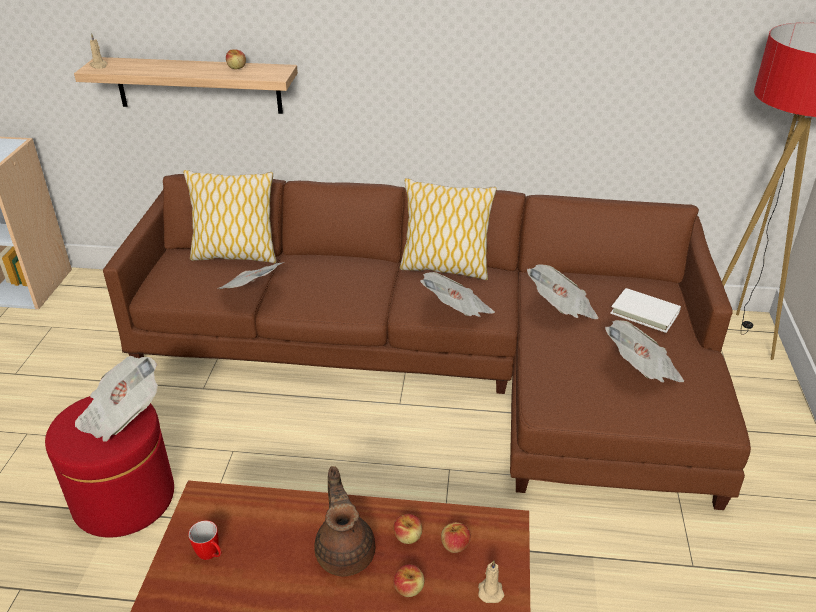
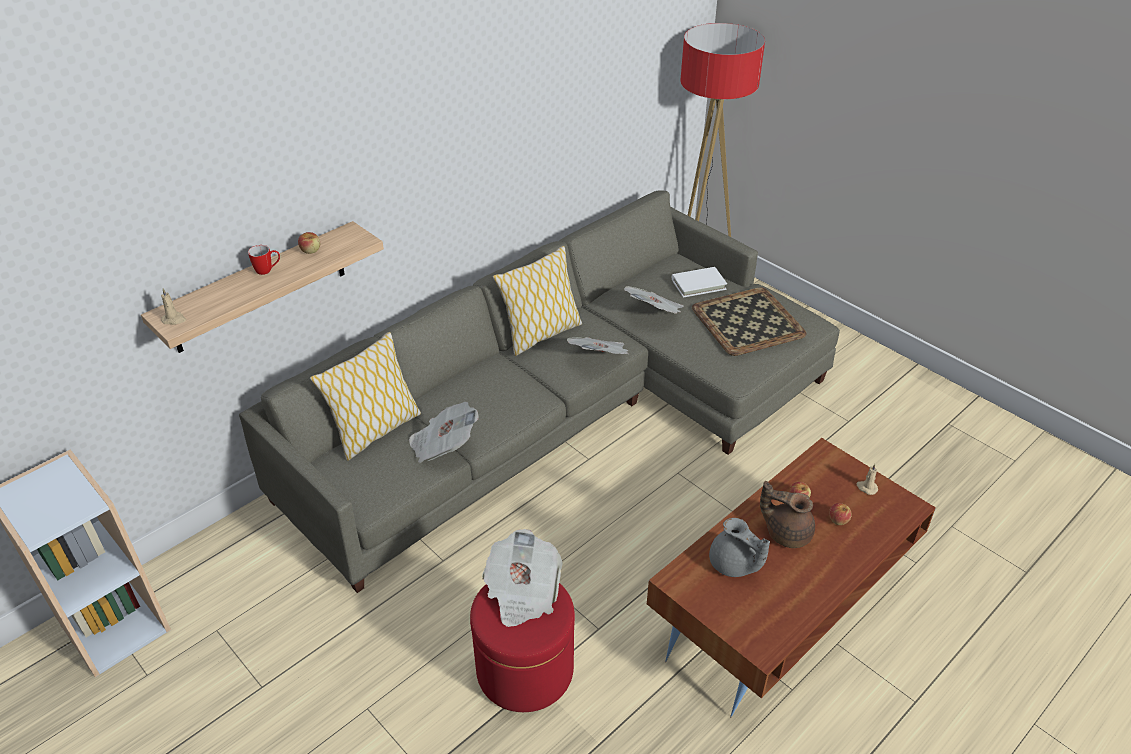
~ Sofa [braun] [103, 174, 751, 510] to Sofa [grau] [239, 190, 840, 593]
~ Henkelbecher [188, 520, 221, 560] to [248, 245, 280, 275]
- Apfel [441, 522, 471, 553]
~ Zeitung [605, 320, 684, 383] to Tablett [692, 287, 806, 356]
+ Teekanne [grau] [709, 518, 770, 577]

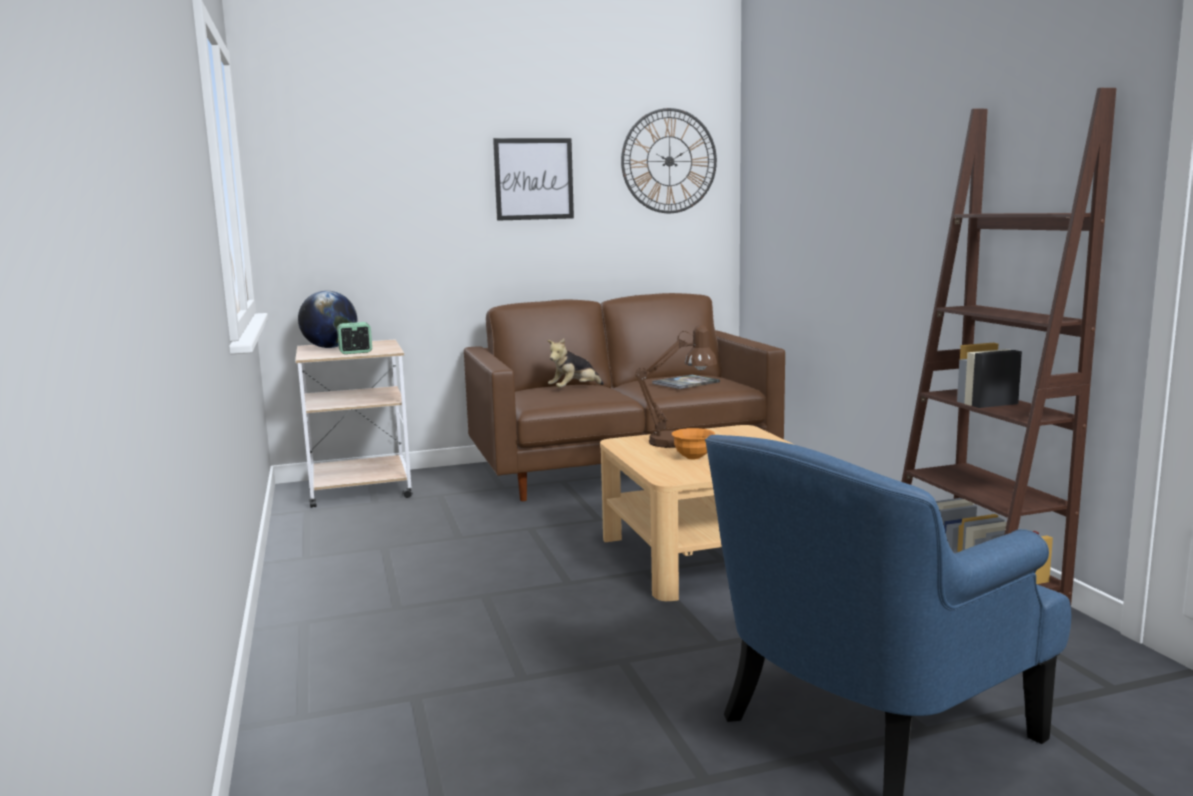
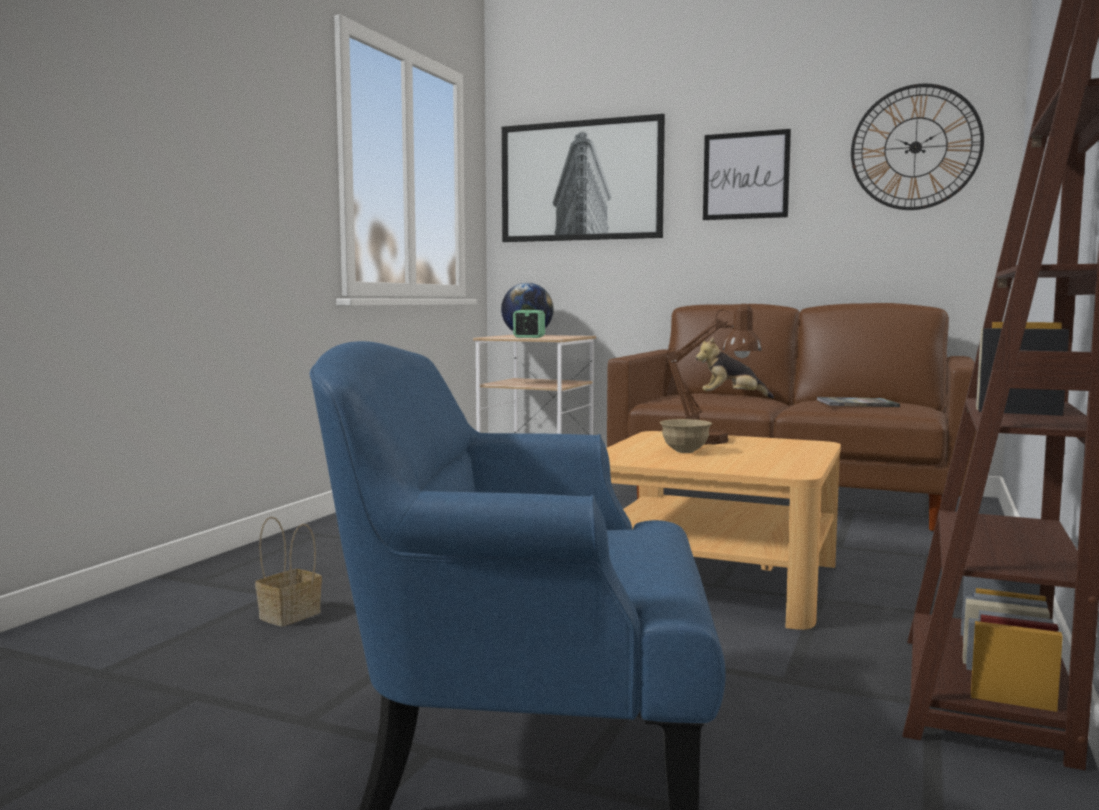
~ Schüssel [orange] [672, 428, 715, 459] to Schüssel [beige] [660, 419, 712, 453]
+ Korb [255, 517, 322, 627]
+ Bild [502, 114, 665, 242]

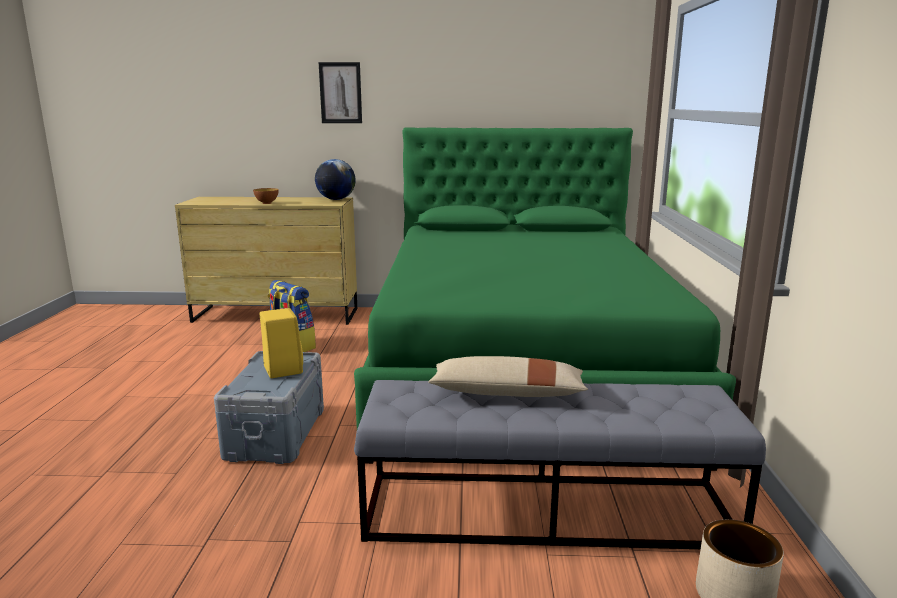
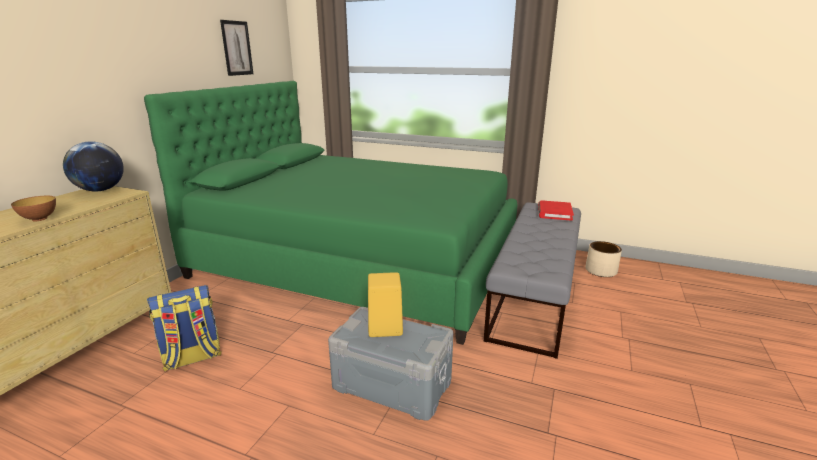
~ Bild [319, 62, 362, 123] to [220, 20, 253, 76]
- Kissen [beige] [428, 356, 588, 397]
+ Buch [rot] [538, 200, 574, 221]

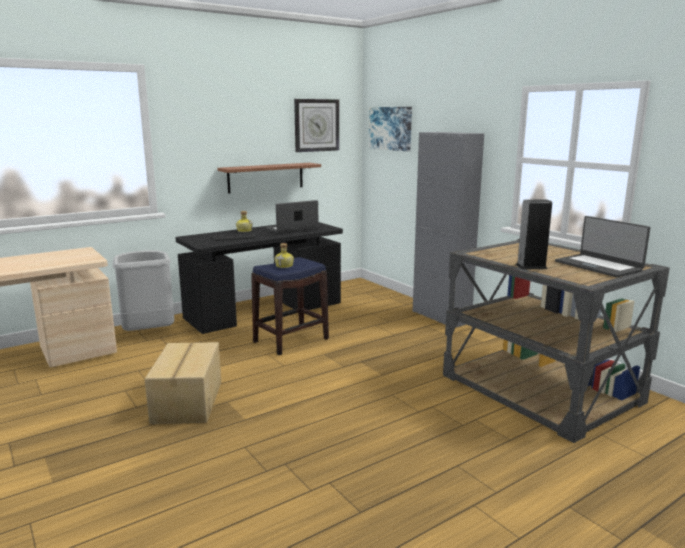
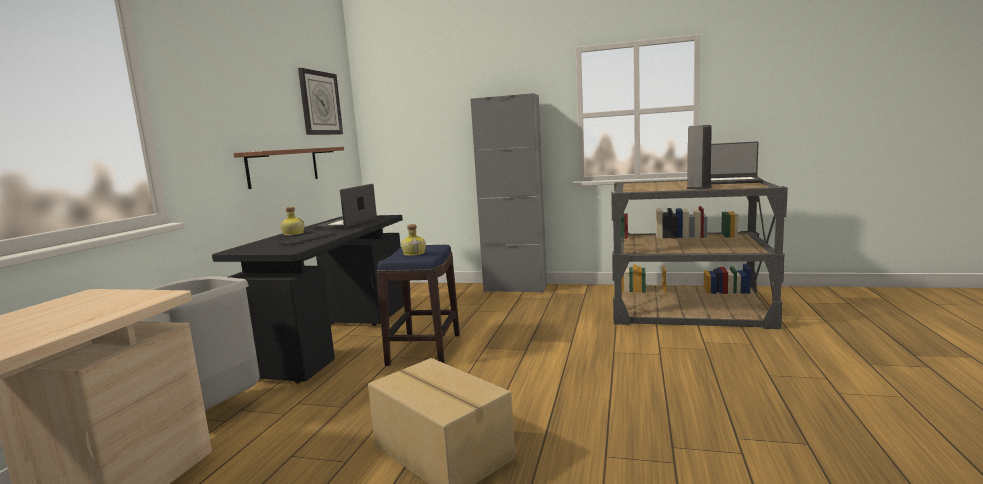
- Bild [369, 107, 412, 151]

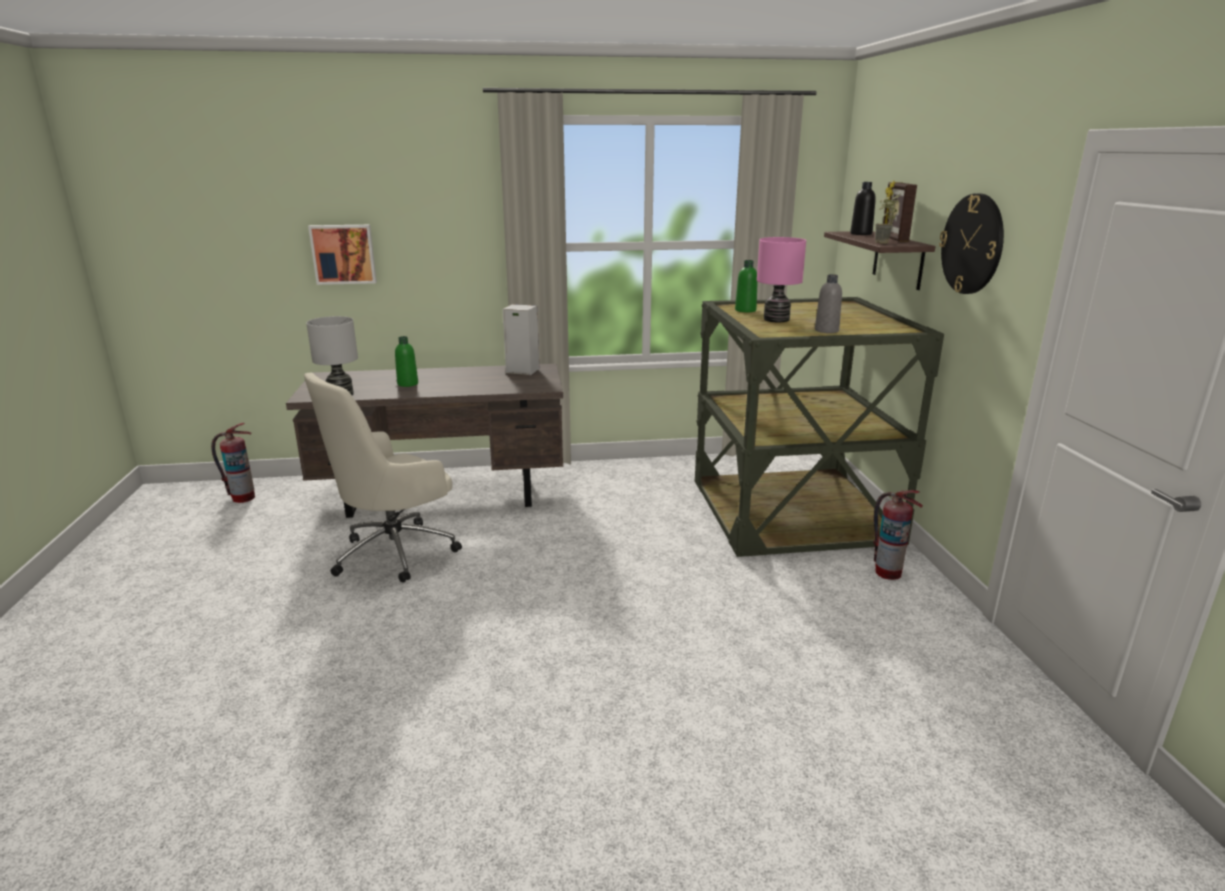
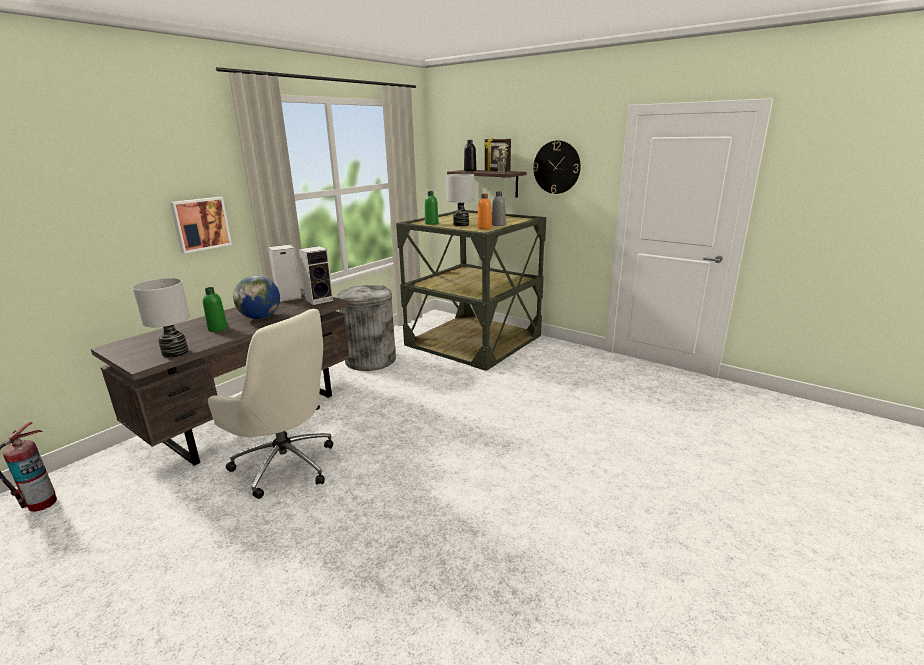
~ Bürostuhl [beige] [304, 373, 462, 583] = [208, 309, 333, 499] 60 degrees counterclockwise
~ Bild [308, 225, 377, 285] to [170, 197, 232, 254]
~ Tischlampe [rosa] [757, 237, 806, 323] to Tischlampe [grau] [446, 174, 474, 226]
- Feuerlöscher [873, 490, 923, 580]
+ Globus [233, 276, 280, 319]
+ Lautsprecher [299, 246, 334, 305]
+ Mülleimer [grau] [337, 285, 396, 371]
+ Flasche [orange] [477, 194, 492, 229]

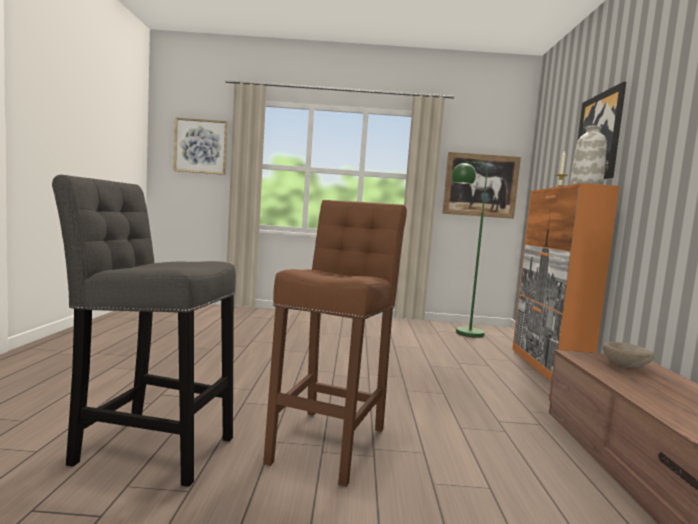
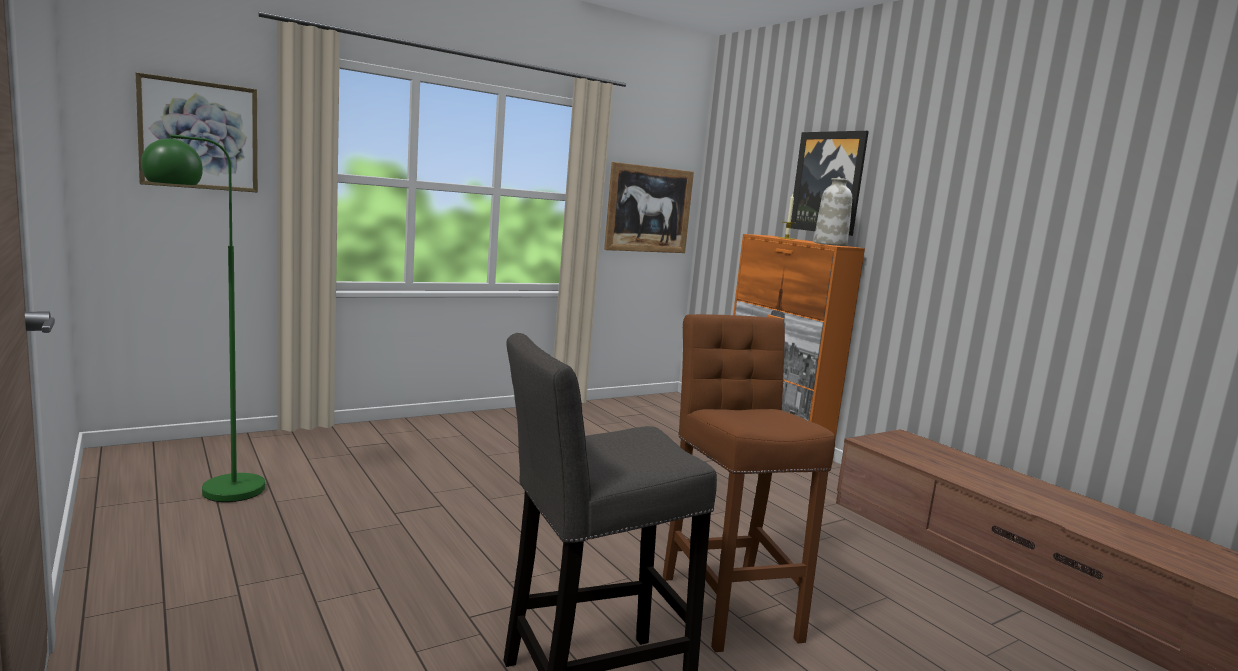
~ Stehlampe [grün] [452, 161, 487, 338] to [141, 134, 265, 502]
- Schüssel [beige] [603, 342, 654, 368]

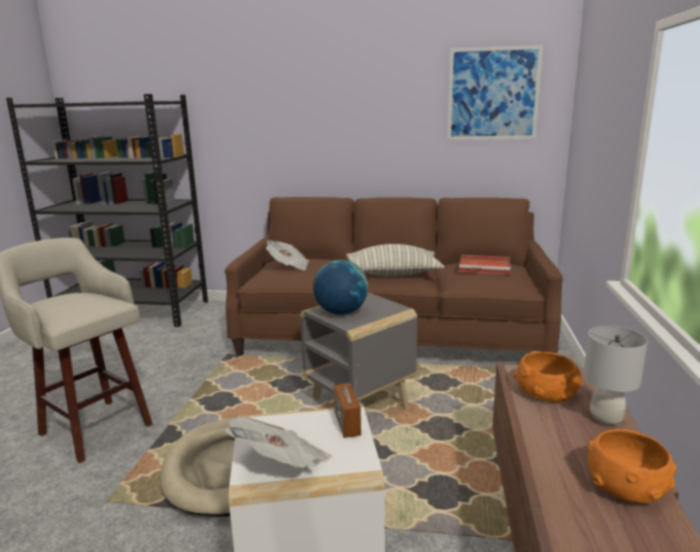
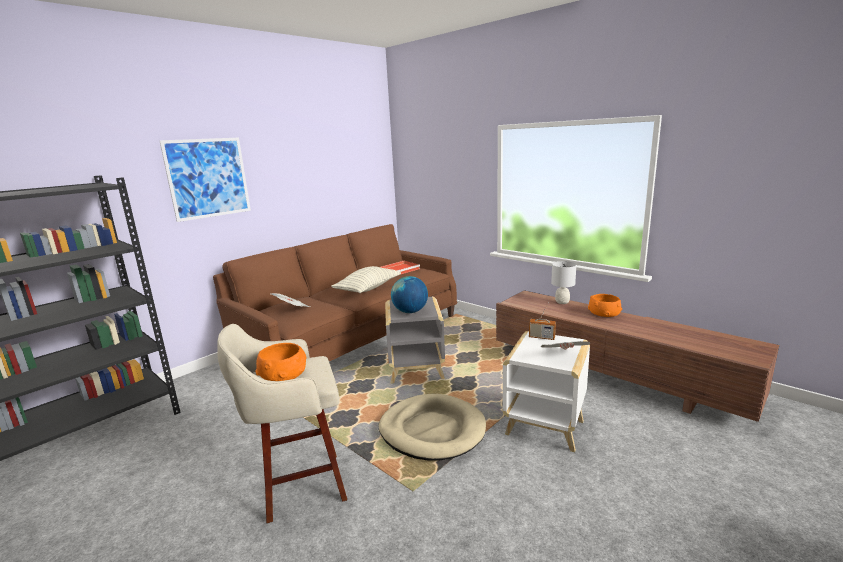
~ Bild [447, 45, 543, 140] to [159, 138, 251, 222]
~ Schüssel [orange] [514, 352, 583, 403] to [255, 343, 307, 381]

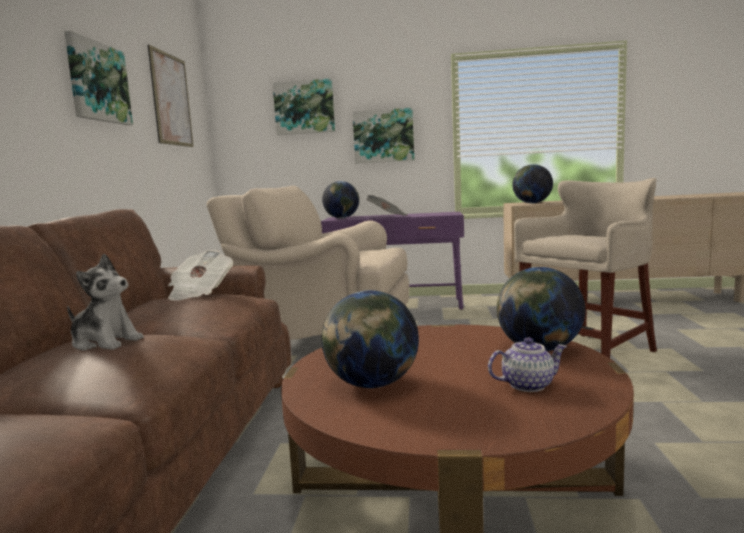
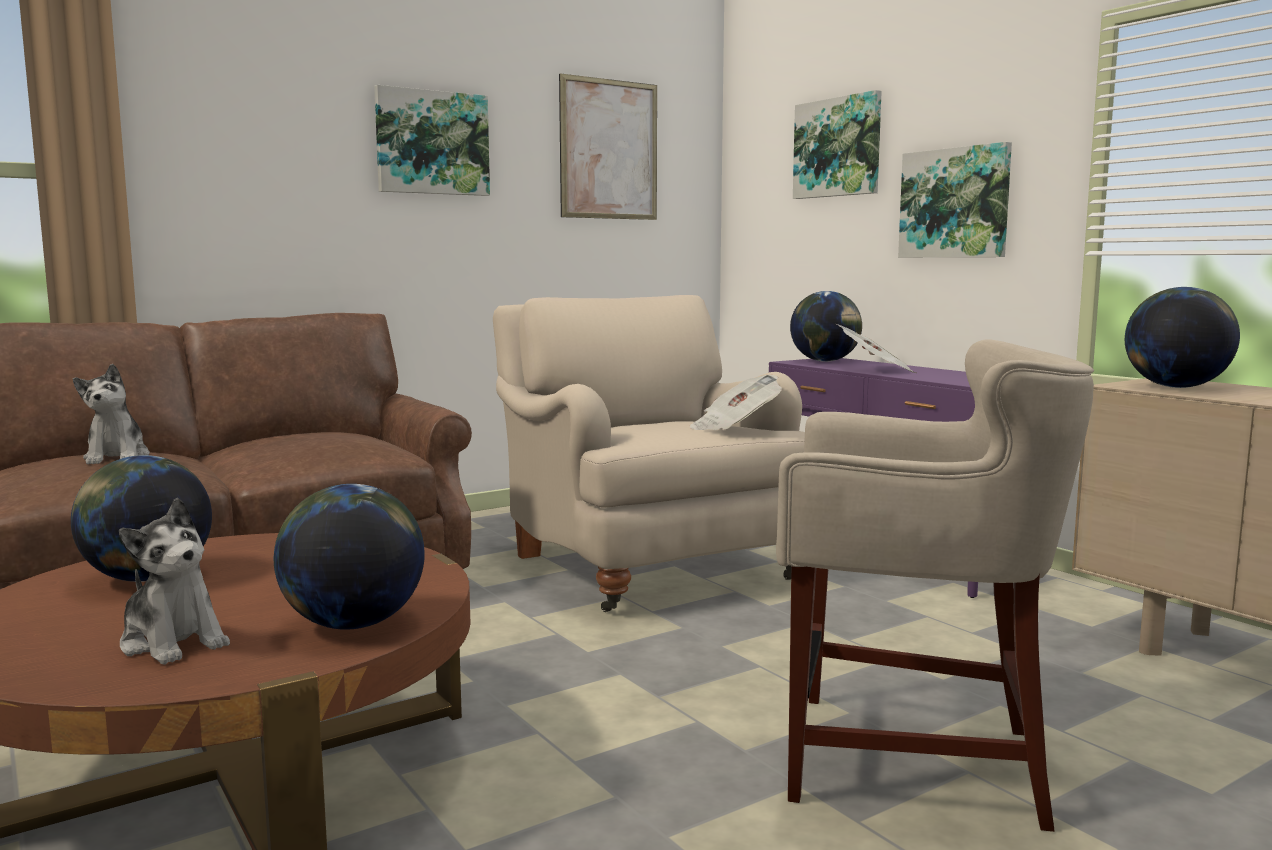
~ Zeitung [168, 250, 233, 301] to [690, 374, 782, 430]
~ Teekanne [488, 337, 567, 392] to Plüschtier [119, 498, 230, 665]

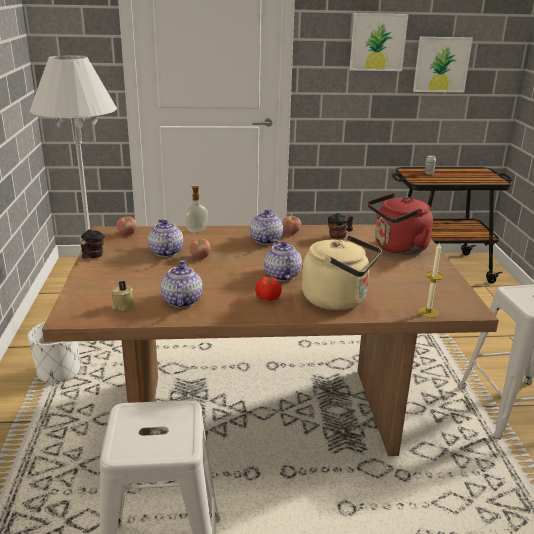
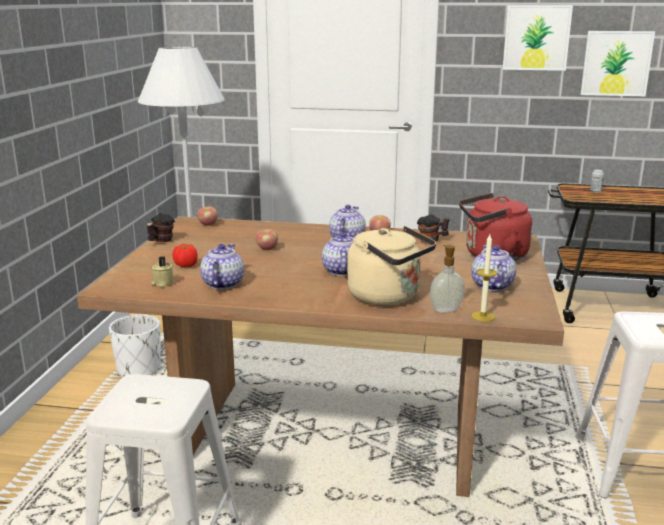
~ Teekanne [148, 219, 183, 257] to [471, 245, 516, 291]
~ Seifenspender [185, 186, 208, 233] to [430, 245, 465, 313]
~ Tomate [255, 277, 282, 301] to [173, 244, 198, 268]

